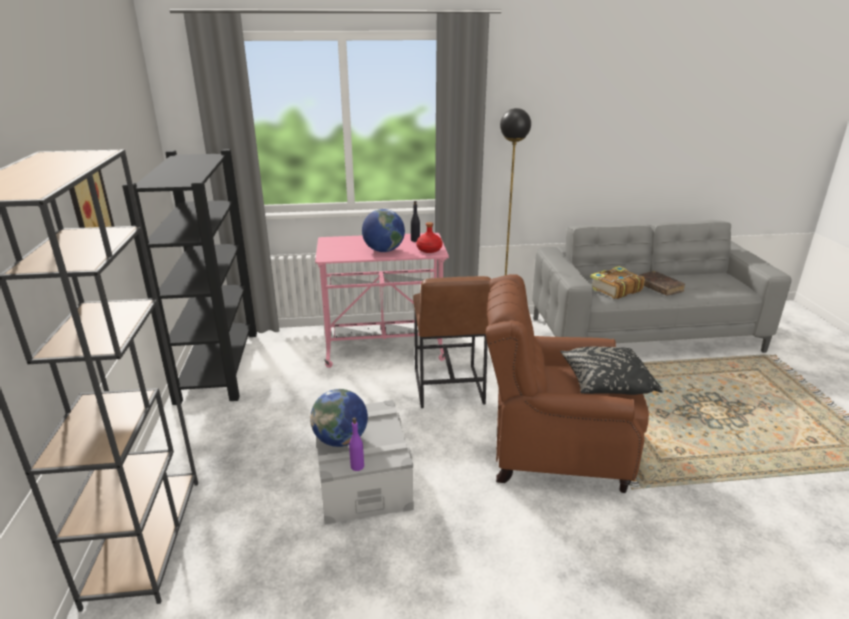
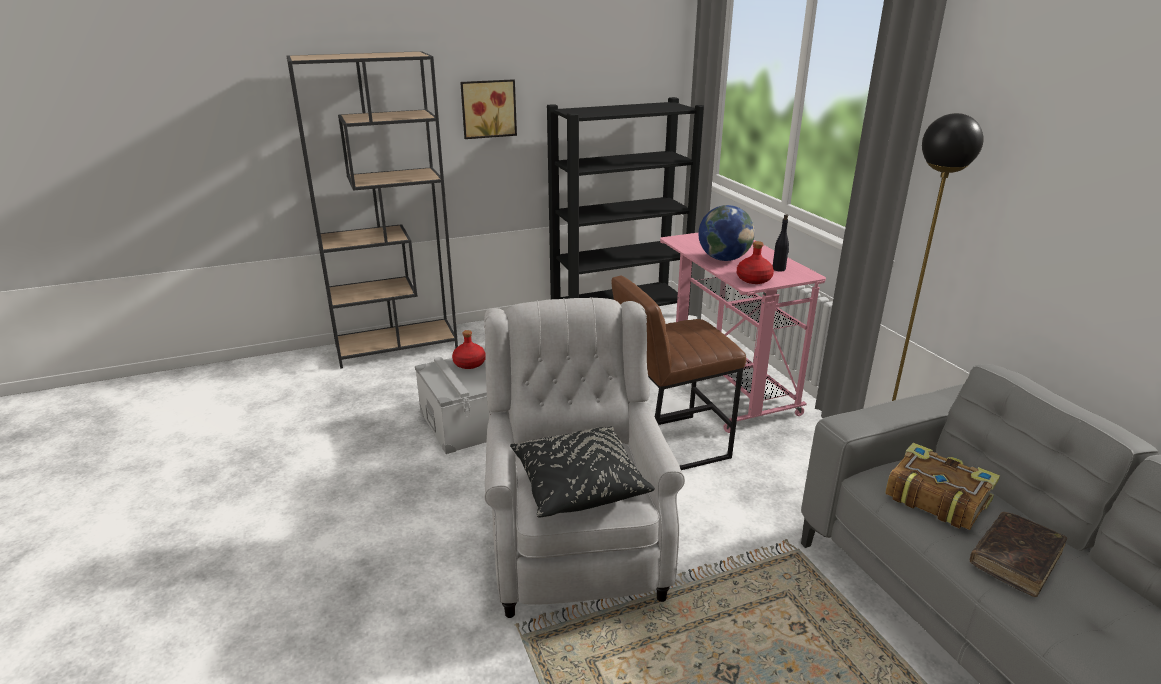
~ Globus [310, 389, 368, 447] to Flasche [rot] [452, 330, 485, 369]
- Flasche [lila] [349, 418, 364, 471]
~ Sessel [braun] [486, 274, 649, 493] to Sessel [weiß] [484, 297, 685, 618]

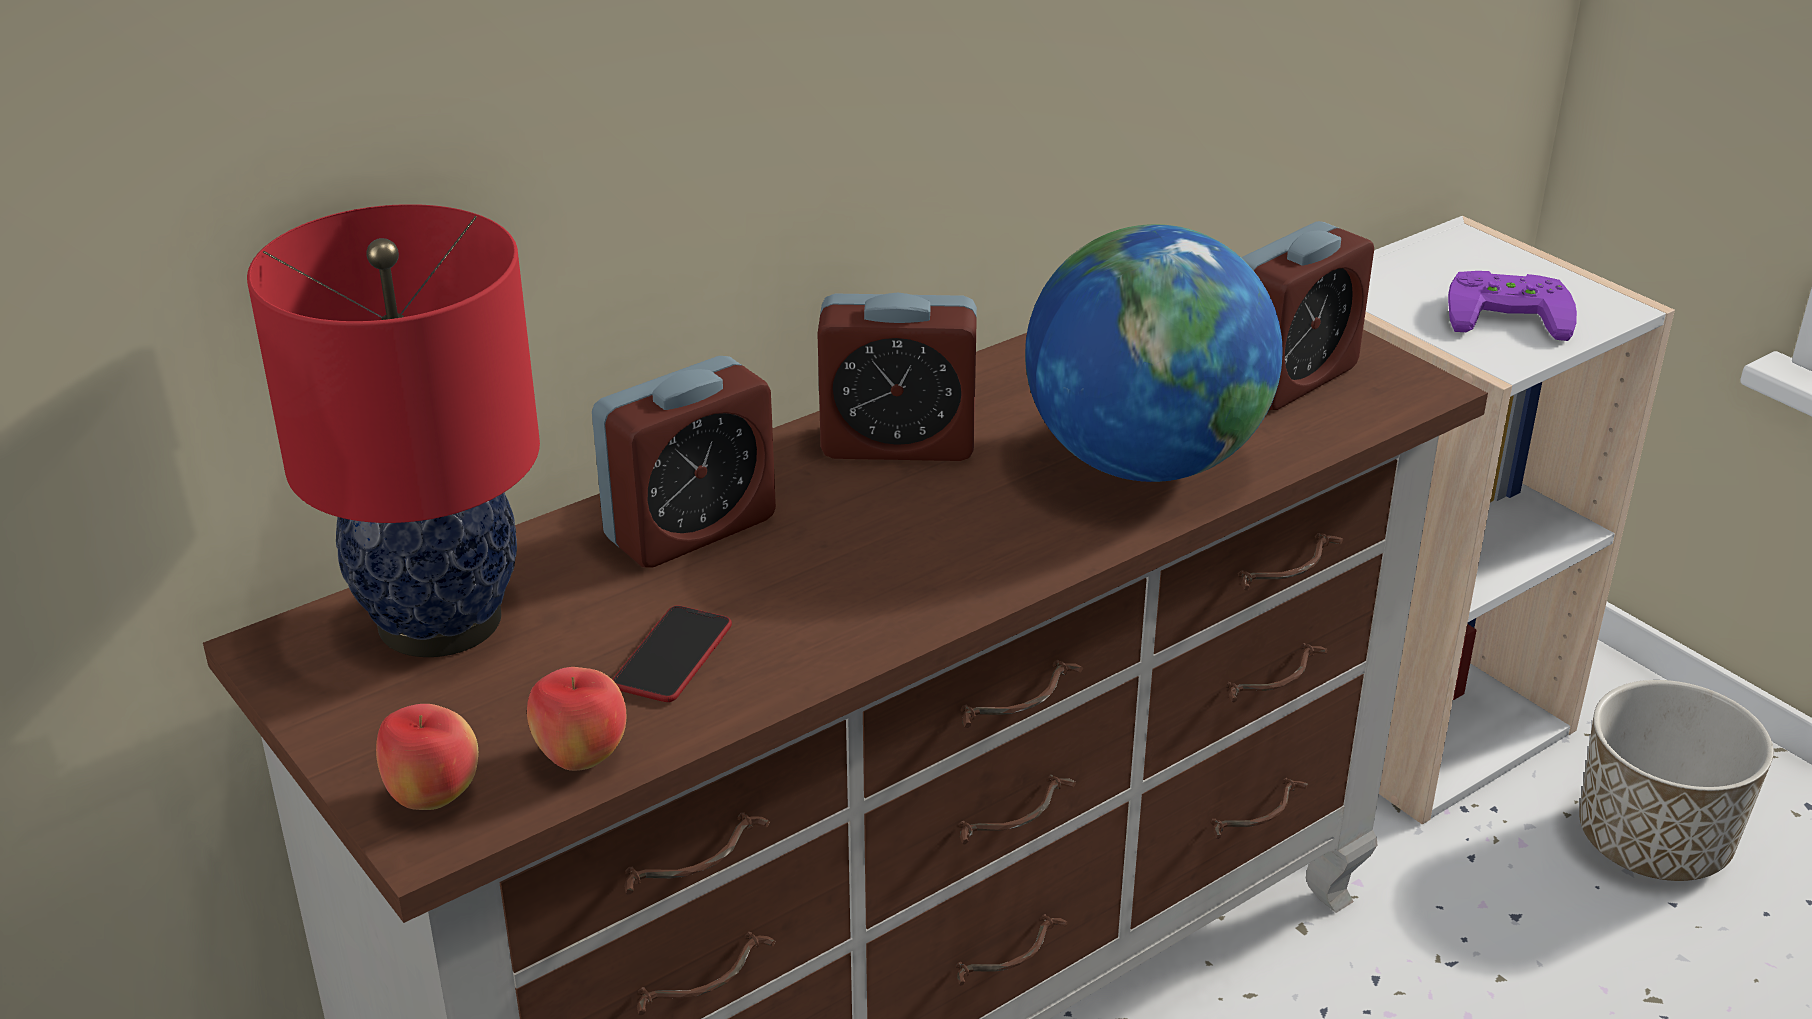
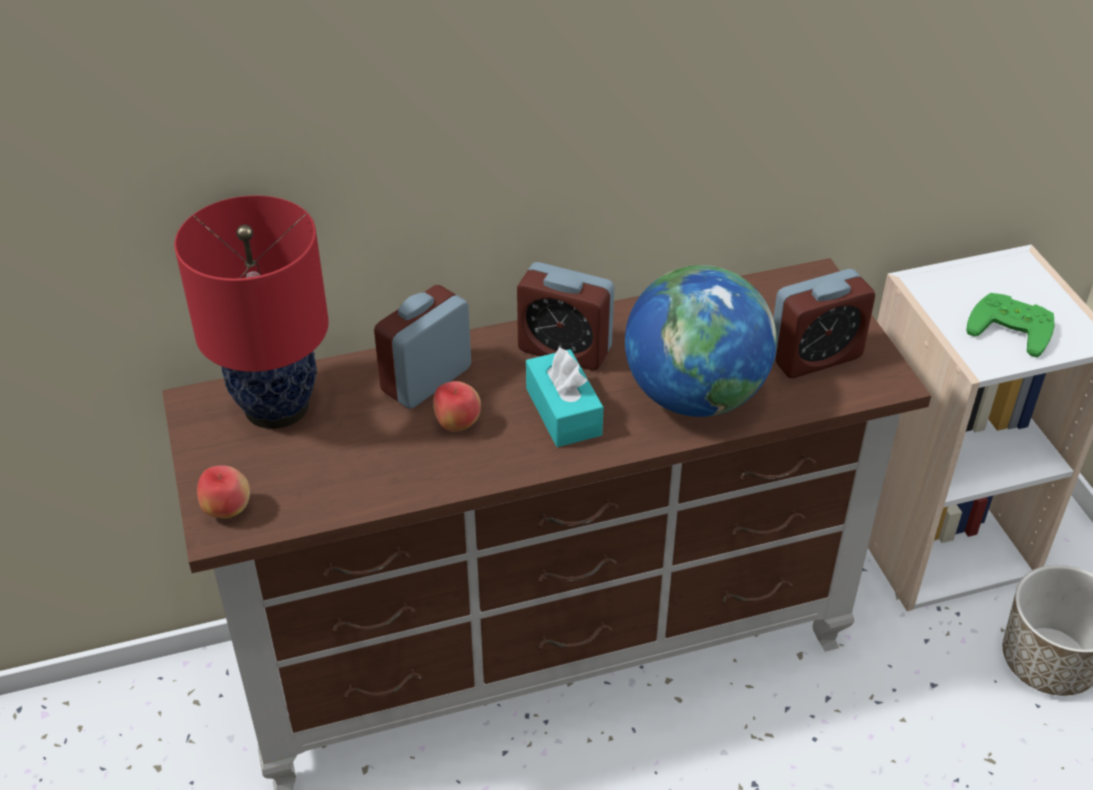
~ Apfel [527, 667, 626, 771] to [433, 381, 481, 431]
~ Wecker [592, 356, 776, 568] = [374, 285, 471, 409] 150 degrees clockwise
- Handy [612, 606, 732, 702]
~ Gamepad [lila] [1448, 271, 1577, 341] to Gamepad [grün] [966, 293, 1054, 358]
+ Taschentuchbox [türkis] [526, 347, 603, 447]

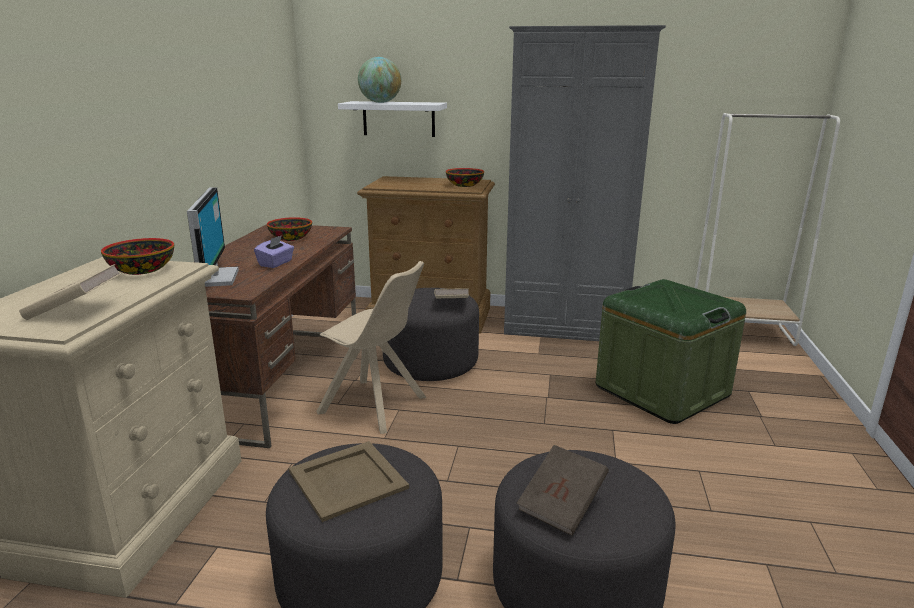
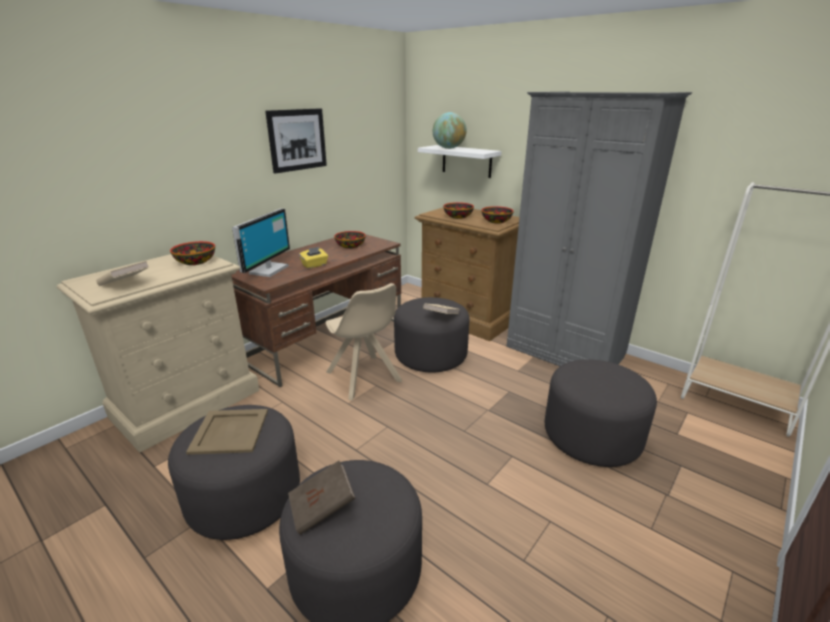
~ Taschentuchbox [lila] [254, 235, 294, 268] to Taschentuchbox [gelb] [299, 247, 328, 269]
~ Aufbewahrungsbox [grün] [596, 279, 746, 424] to Polsterhocker [grau] [545, 359, 657, 467]
+ Bild [265, 108, 327, 174]
+ Schüssel [443, 202, 474, 219]

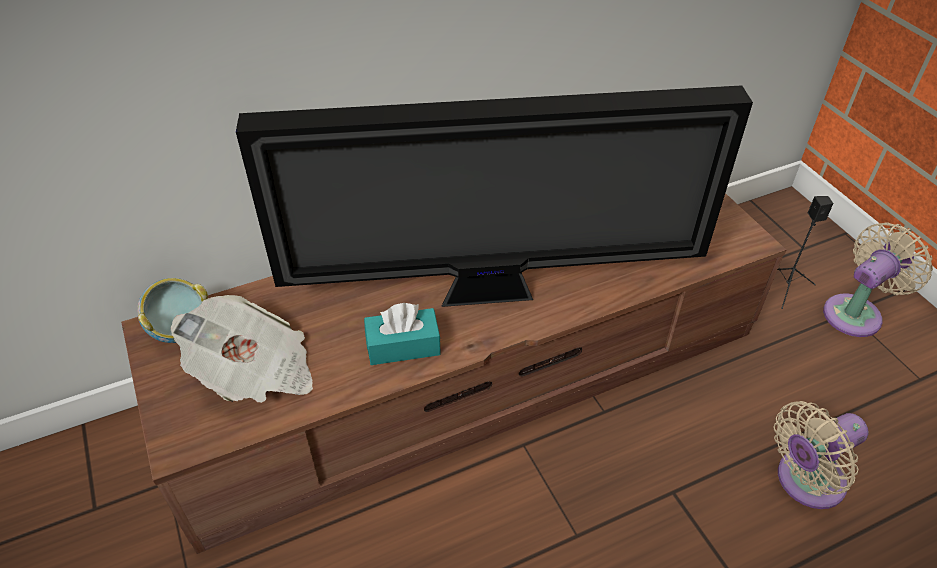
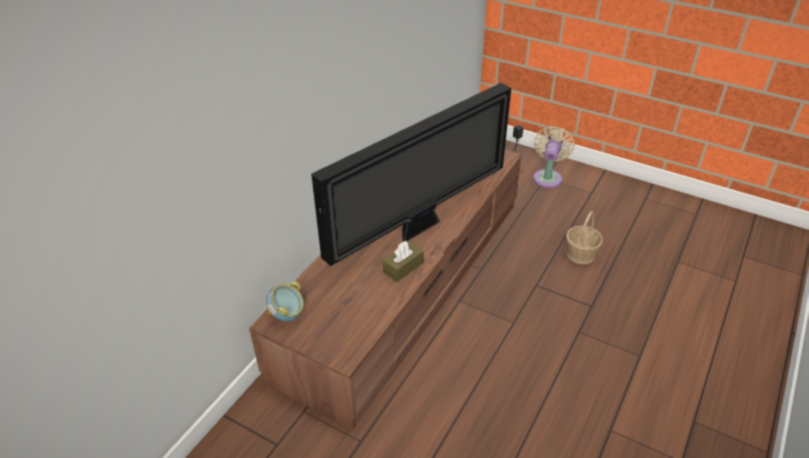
- Zeitung [171, 295, 313, 403]
~ Taschentuchbox [türkis] [364, 303, 441, 365] to Taschentuchbox [braun] [383, 241, 424, 282]
~ Ventilator [beige] [773, 401, 869, 509] to Korb [566, 211, 603, 264]

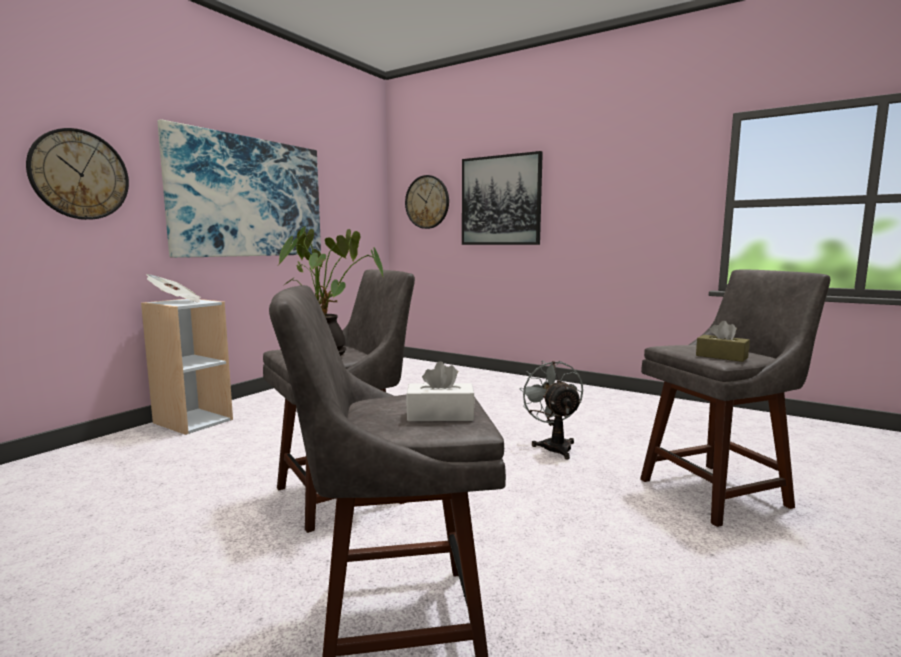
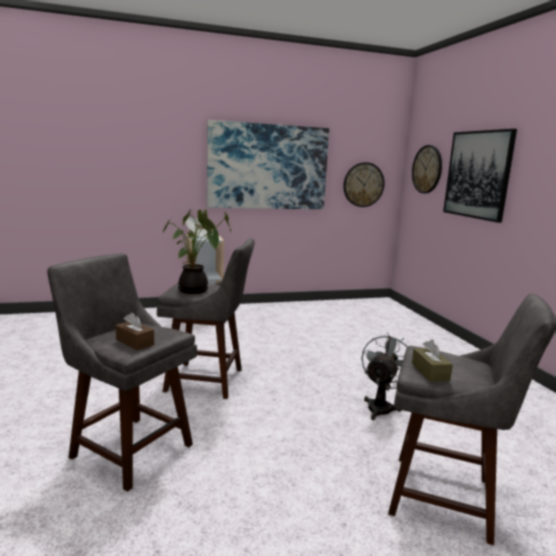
~ Wanduhr [26, 128, 129, 220] to [343, 162, 384, 207]
~ Taschentuchbox [weiß] [406, 361, 475, 421] to Taschentuchbox [braun] [116, 312, 154, 350]

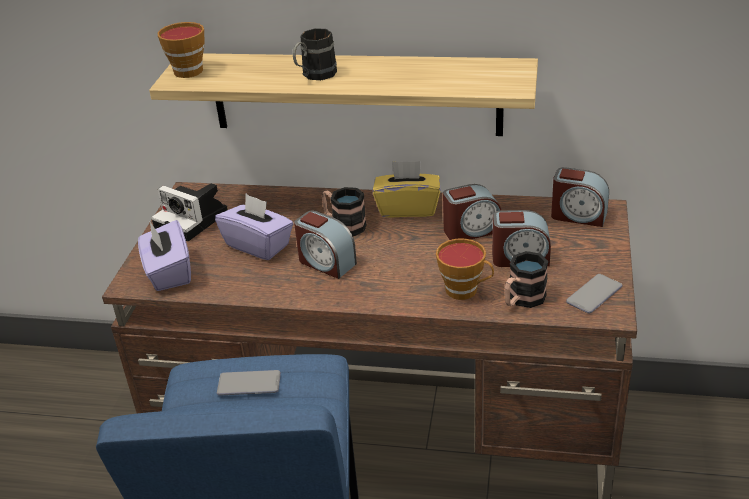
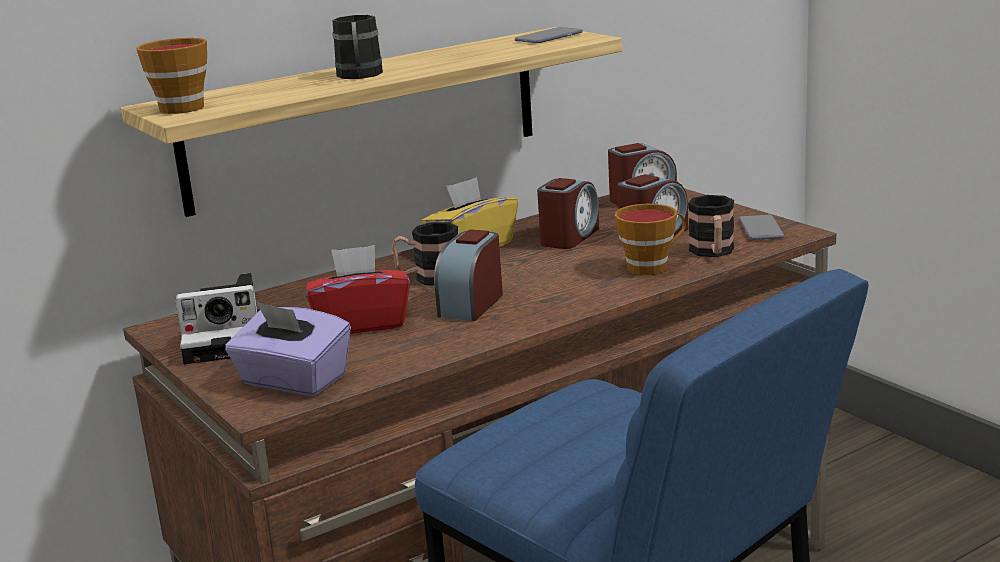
~ Taschentuchbox [lila] [215, 194, 294, 260] to Taschentuchbox [rot] [306, 245, 410, 334]
~ Handy [217, 370, 281, 395] to [515, 27, 583, 43]
~ Wecker [294, 210, 357, 279] = [434, 229, 503, 321] 120 degrees clockwise

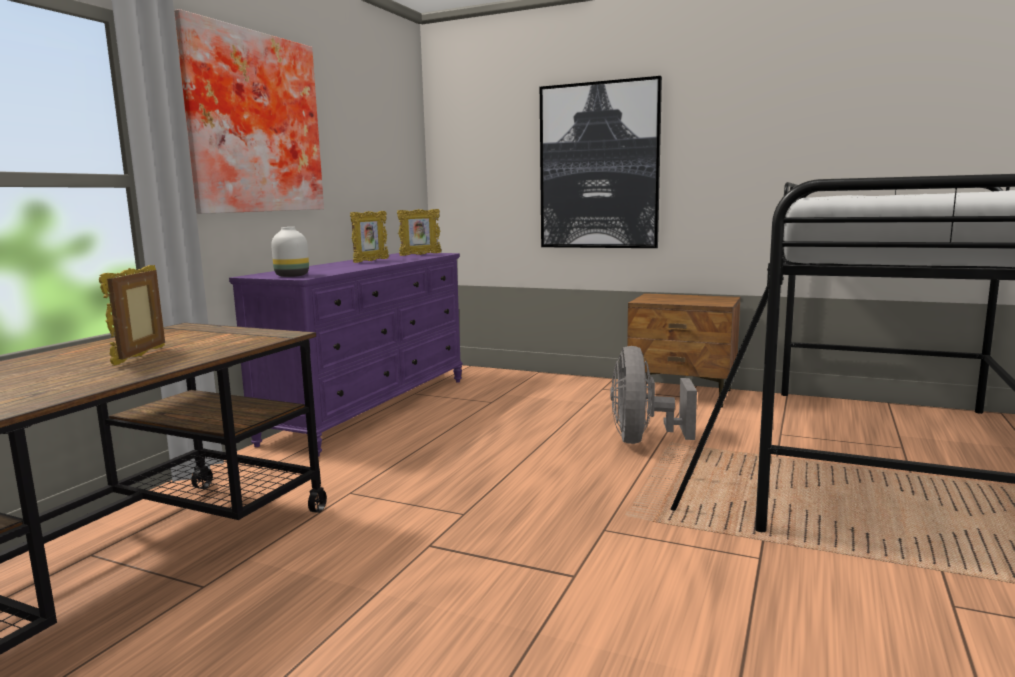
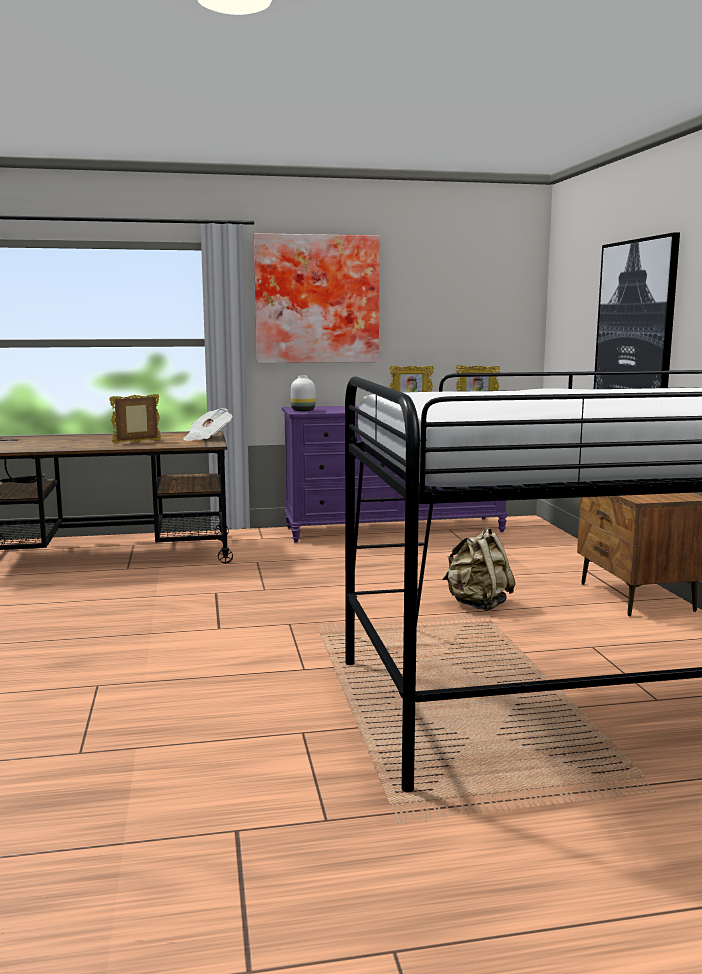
~ Ventilator [grau] [610, 346, 697, 444] to Rucksack [beige] [443, 527, 515, 611]
+ Zeitung [183, 408, 233, 441]

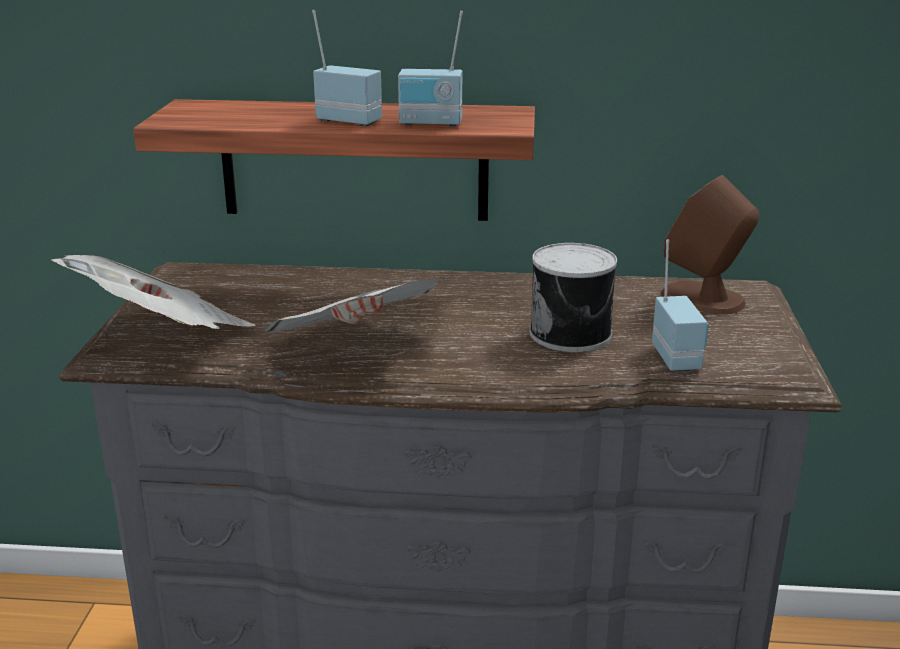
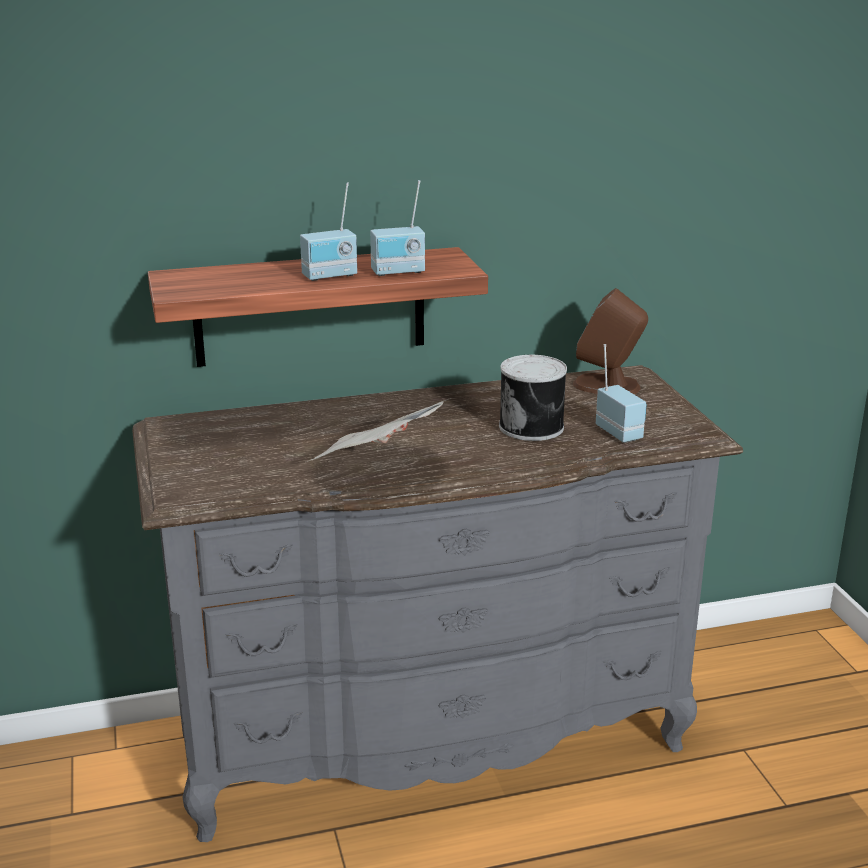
- Zeitung [51, 255, 255, 329]
~ Radio [312, 10, 382, 126] = [300, 182, 357, 281] 150 degrees clockwise

